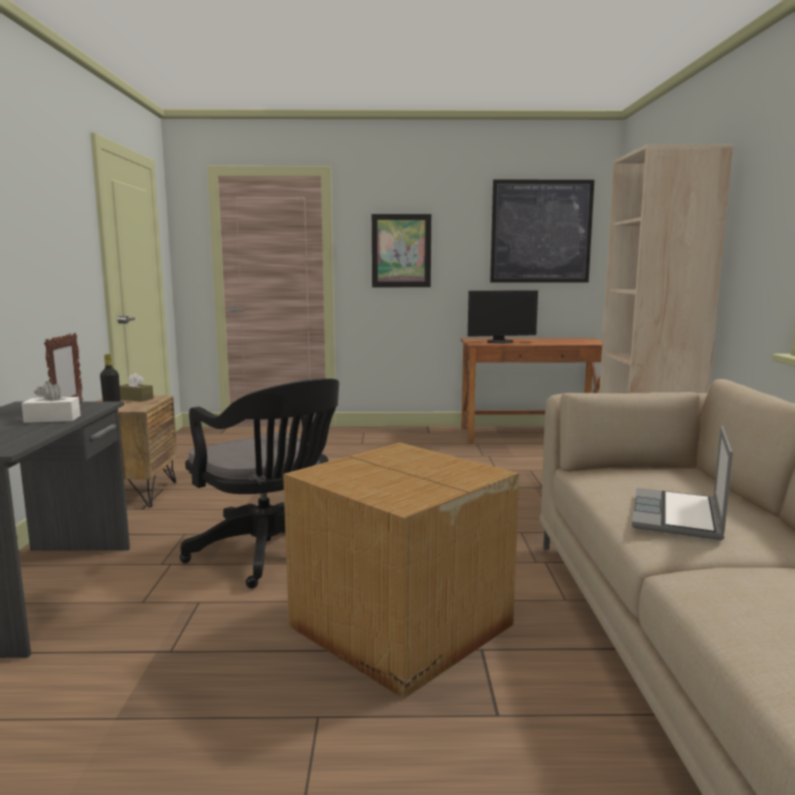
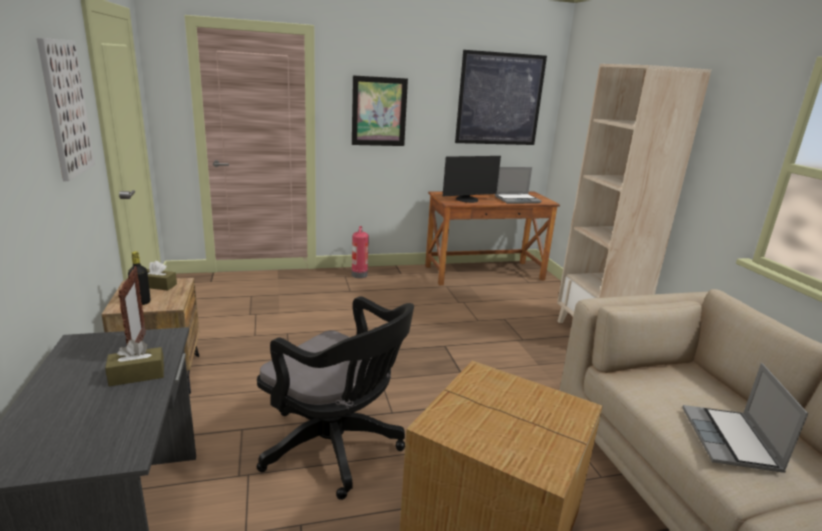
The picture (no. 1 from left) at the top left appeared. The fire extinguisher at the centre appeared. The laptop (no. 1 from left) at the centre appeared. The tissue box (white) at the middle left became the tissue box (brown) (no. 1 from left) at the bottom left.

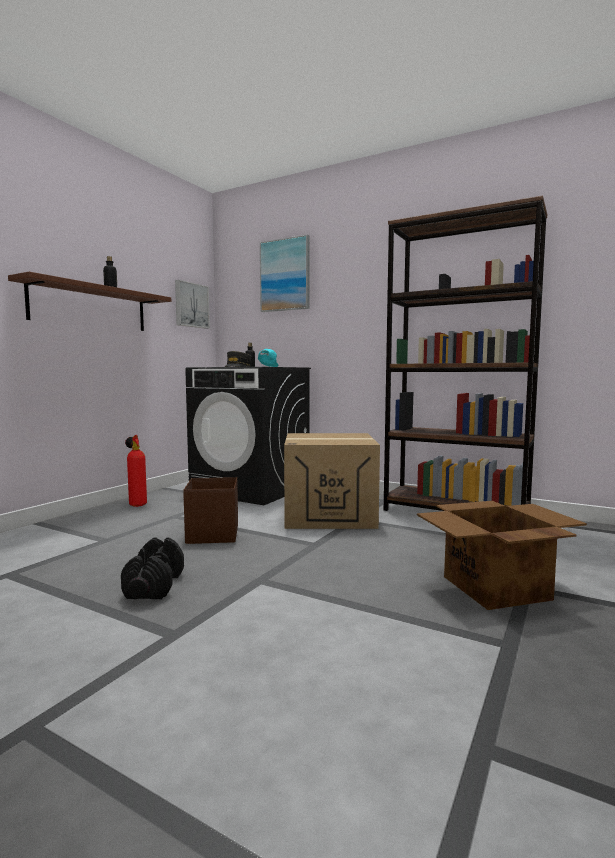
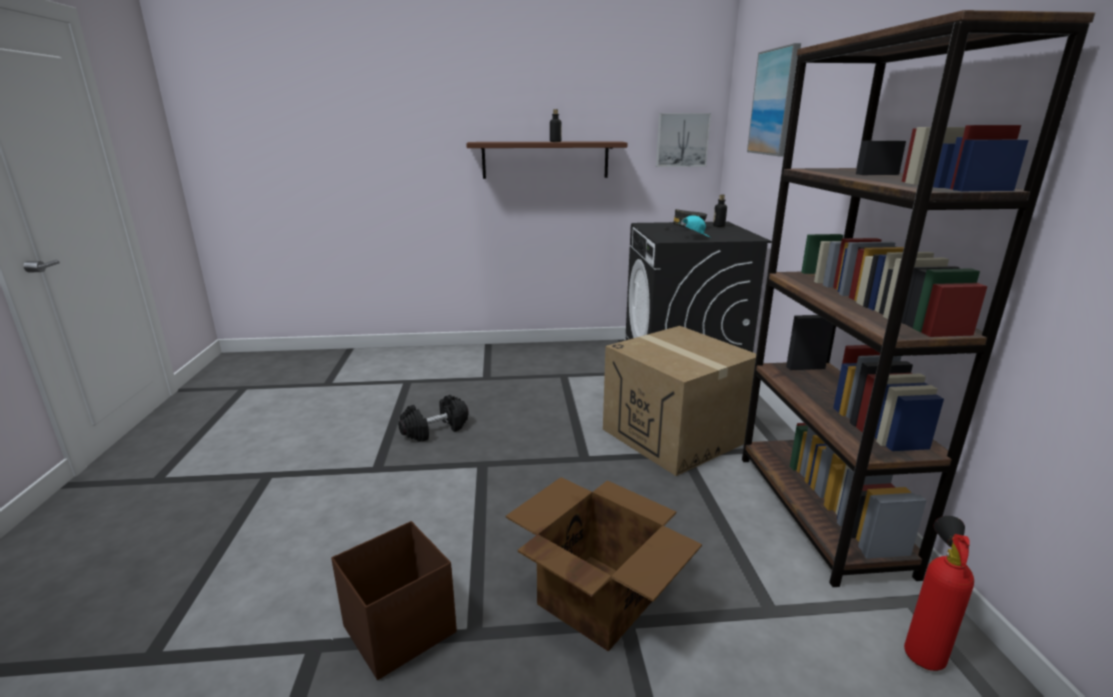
The fire extinguisher moved from the middle left to the bottom right. The storage box (brown) moved from the centre to the bottom centre.

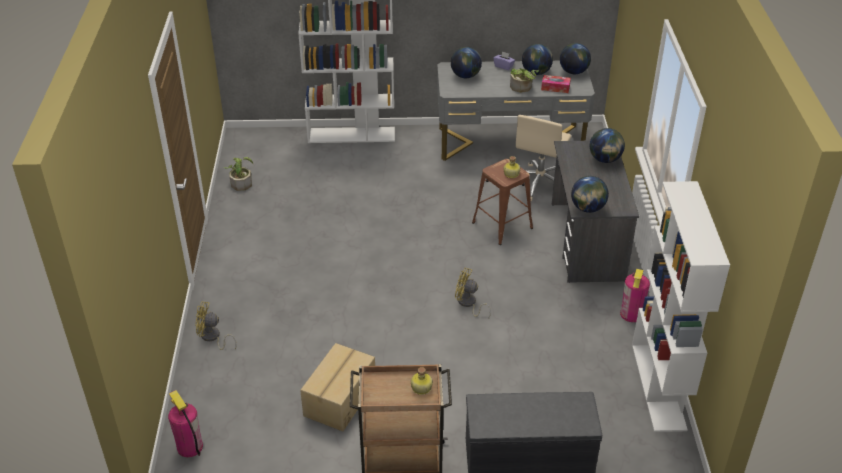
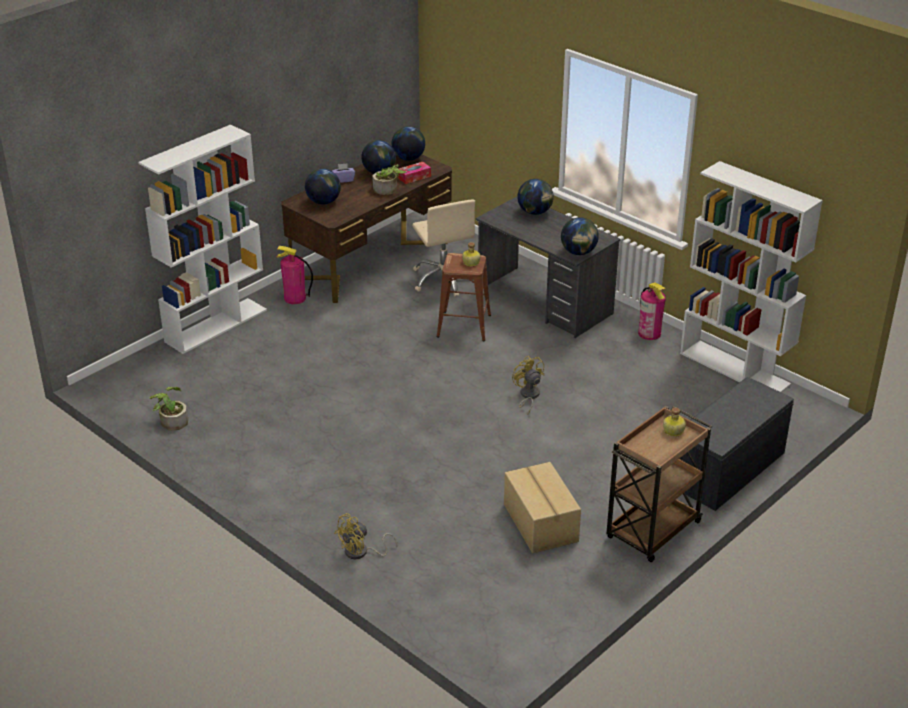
The fire extinguisher (no. 1 from left) moved from the bottom left to the middle left. The desk (grey) (no. 1 from left) at the top centre became the desk (brown) at the top centre. The fan (yellow) (no. 2 from left) at the centre turned 90 degrees clockwise.

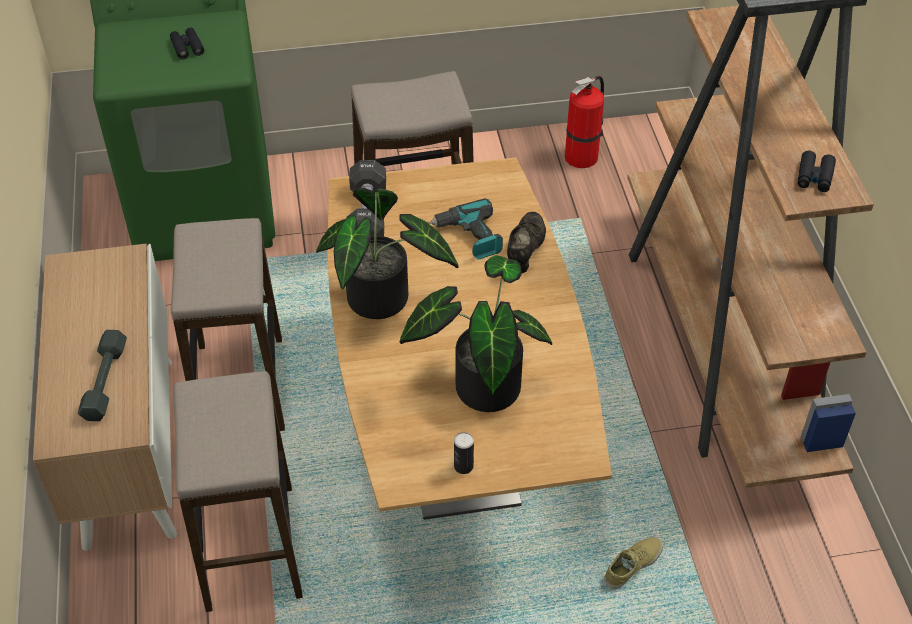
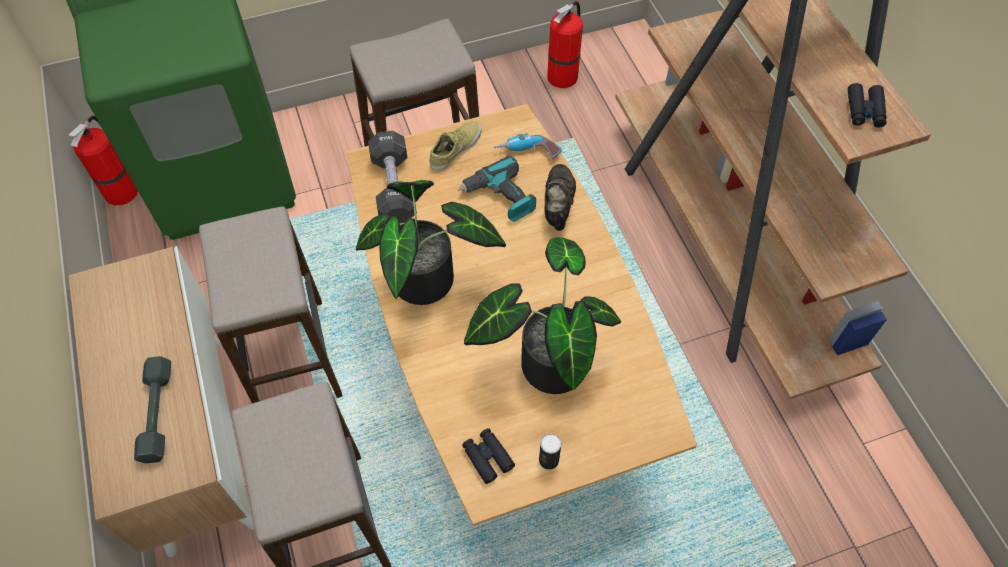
The fire extinguisher (no. 1 from left) at the top left appeared. The power drill (no. 2 from left) at the top centre appeared. The binoculars (black) (no. 1 from left) moved from the top left to the bottom centre. The shoe (beige) moved from the bottom right to the top centre.

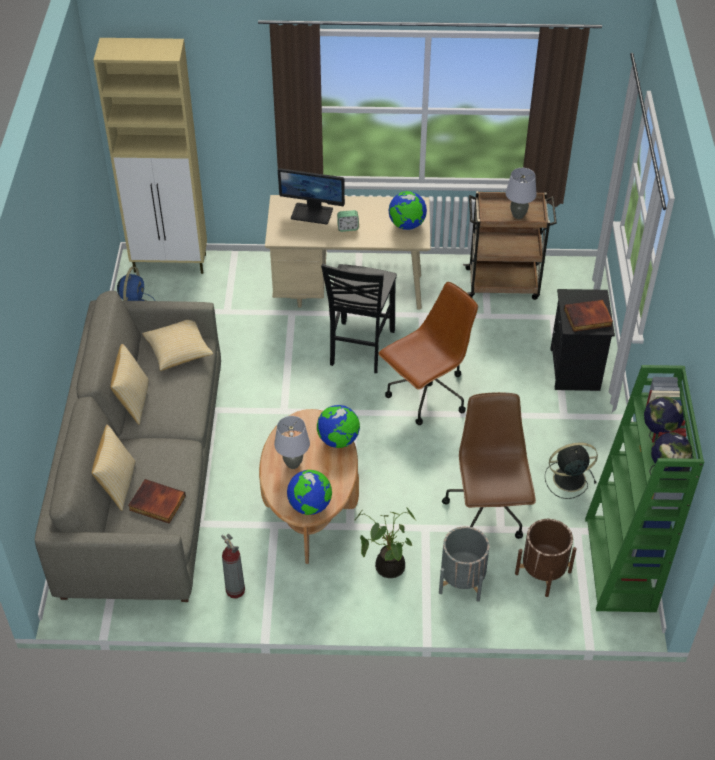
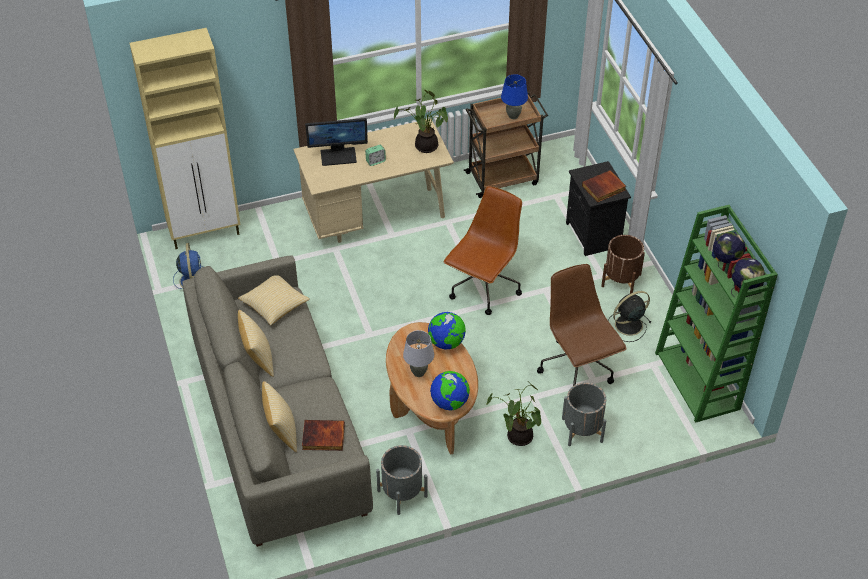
The chair (black) at the centre disappeared. The planter (brown) moved from the bottom right to the middle right. The fire extinguisher at the bottom left was replaced by the planter (grey) (no. 1 from left) at the bottom centre. The globe (no. 3 from left) at the top centre was replaced by the potted plant (no. 1 from left) at the top centre. The table lamp (grey) (no. 2 from left) at the top right became the table lamp (blue) at the top centre.

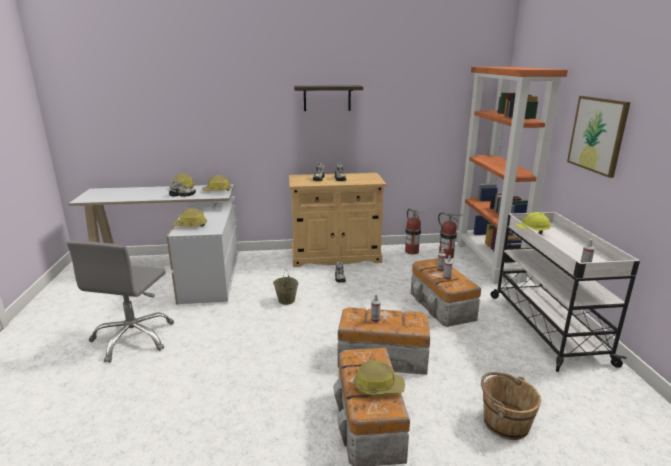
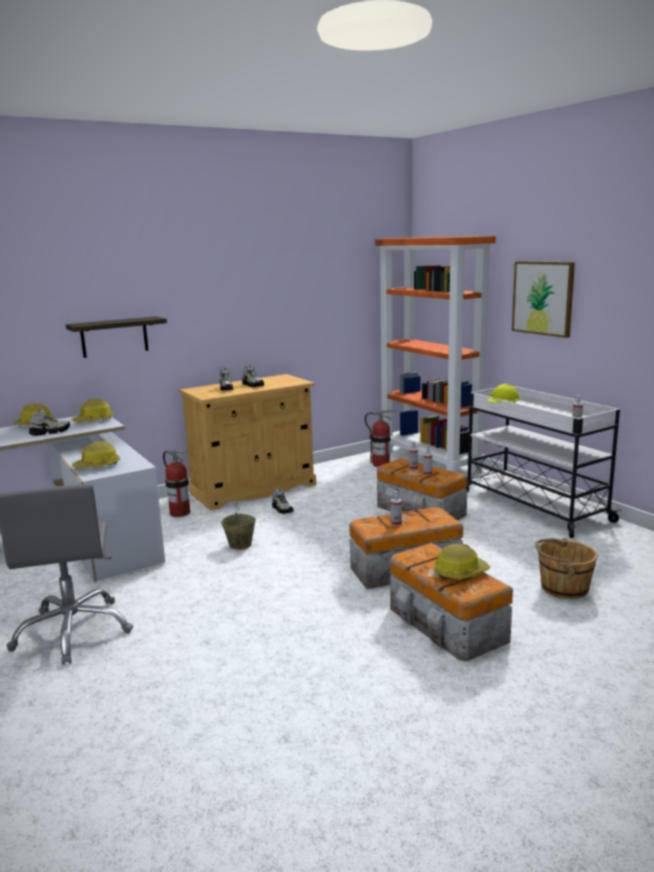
The shelf moved from the top centre to the middle left. The fire extinguisher (no. 1 from left) moved from the centre to the middle left.

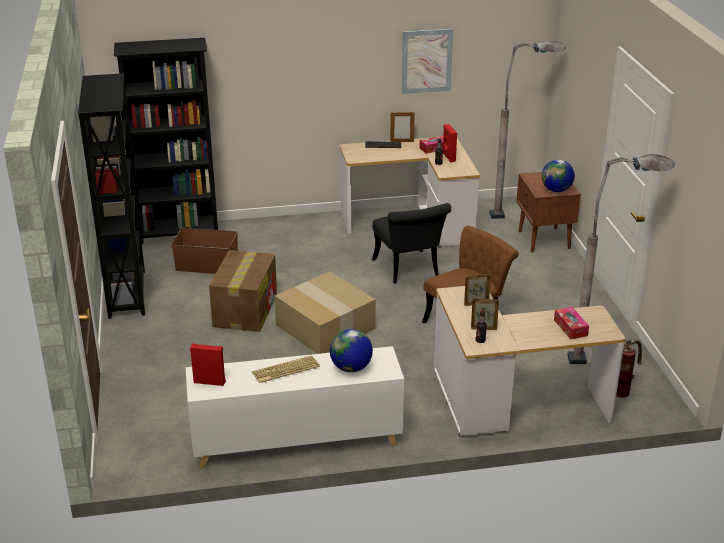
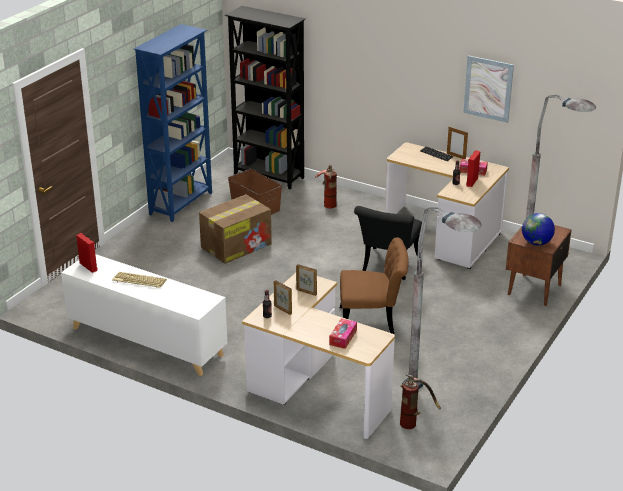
The cardboard box (no. 2 from left) at the centre disappeared. The globe (no. 1 from left) at the centre disappeared. The fire extinguisher (no. 1 from left) at the centre appeared. The bookcase (black) (no. 1 from left) at the middle left became the bookcase (blue) at the top left.

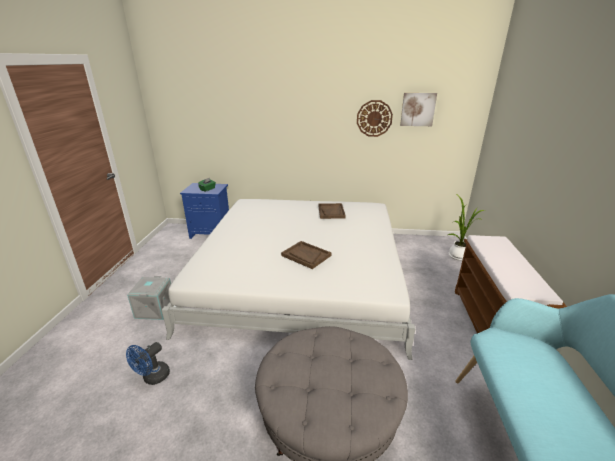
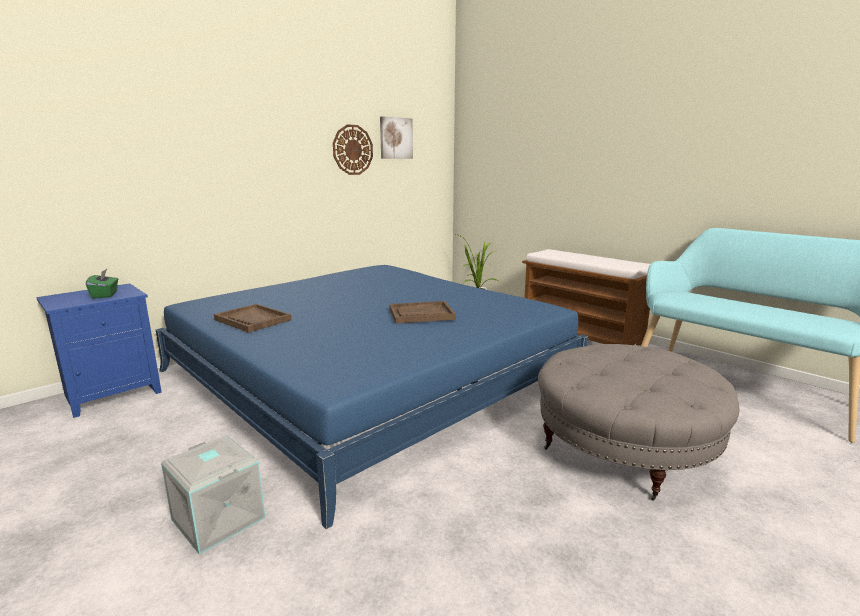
The fan (blue) at the bottom left disappeared. The tray (brown) (no. 2 from left in the first image) moved from the centre to the middle left. The bed (white) at the centre became the bed (blue) at the centre.

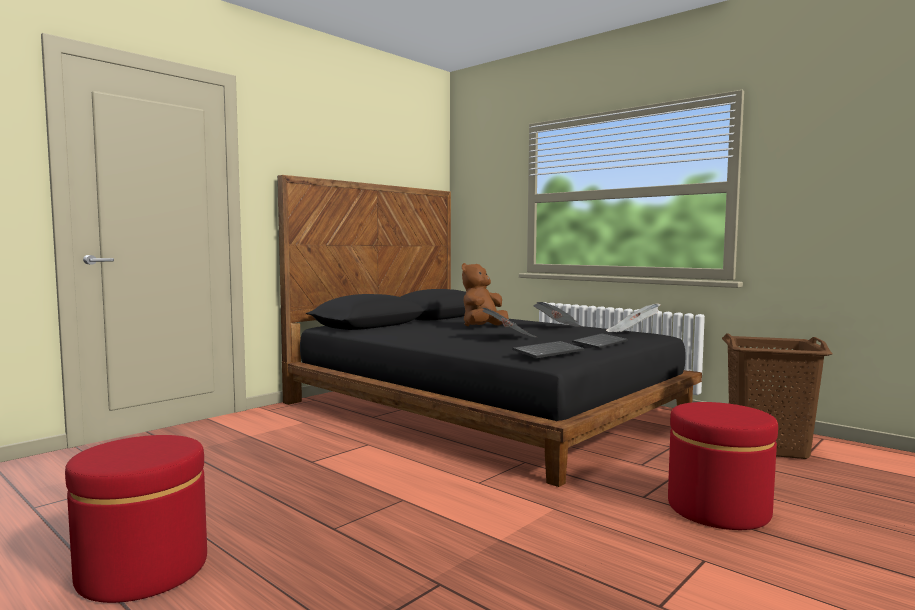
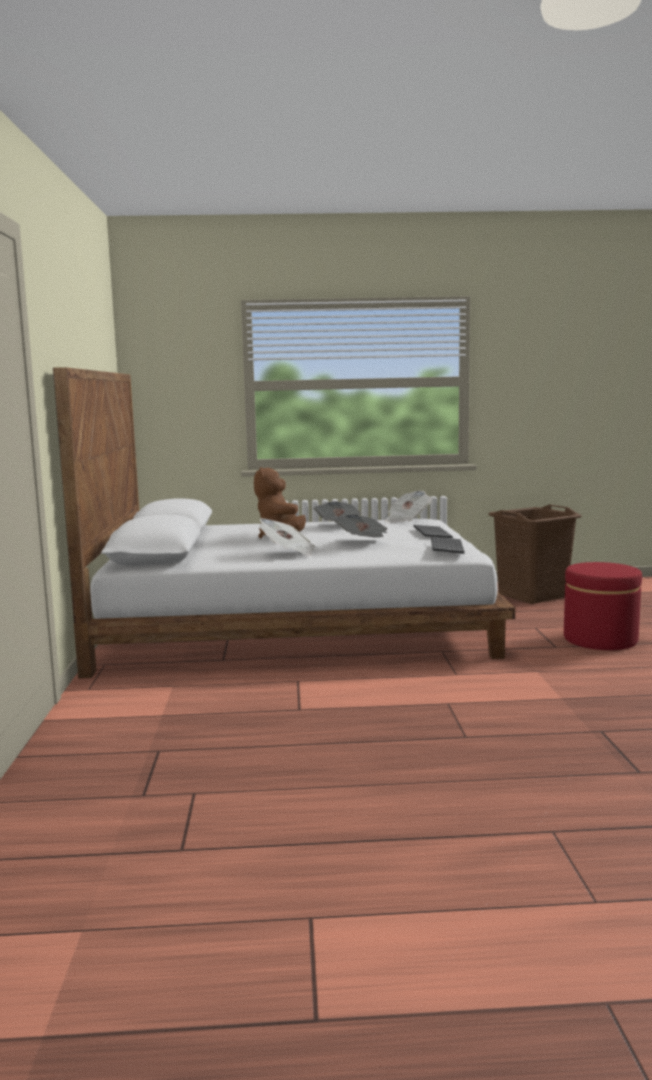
The ottoman (red) (no. 1 from left) at the bottom left disappeared. The newspaper (no. 1 from left) at the centre appeared. The bed (black) at the centre became the bed (white) at the centre.

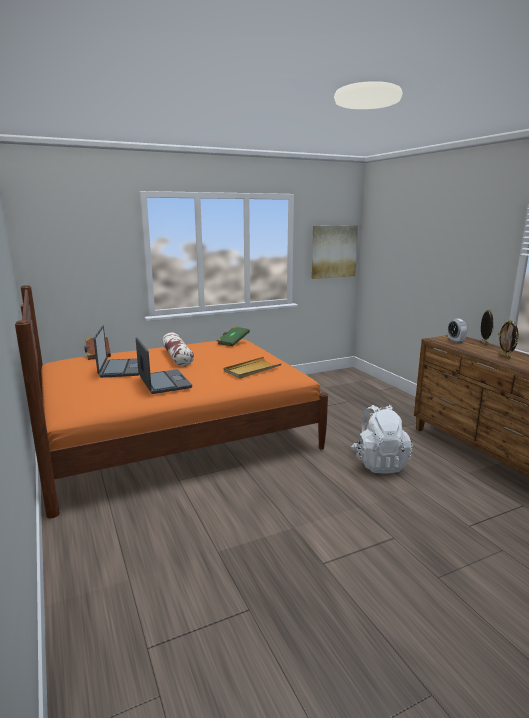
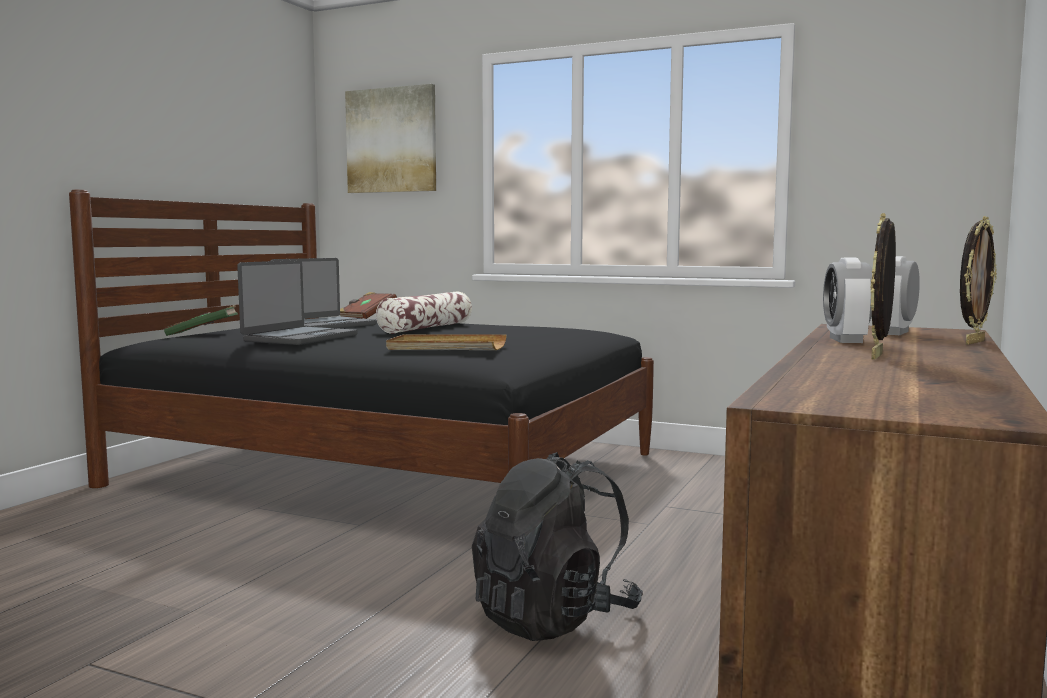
The alarm clock (no. 1 from left) at the middle right appeared. The book (green) moved from the centre to the middle left. The picture moved from the centre to the top centre. The bed (orange) at the middle left became the bed (black) at the centre. The backpack (white) at the middle right became the backpack (black) at the bottom centre.

